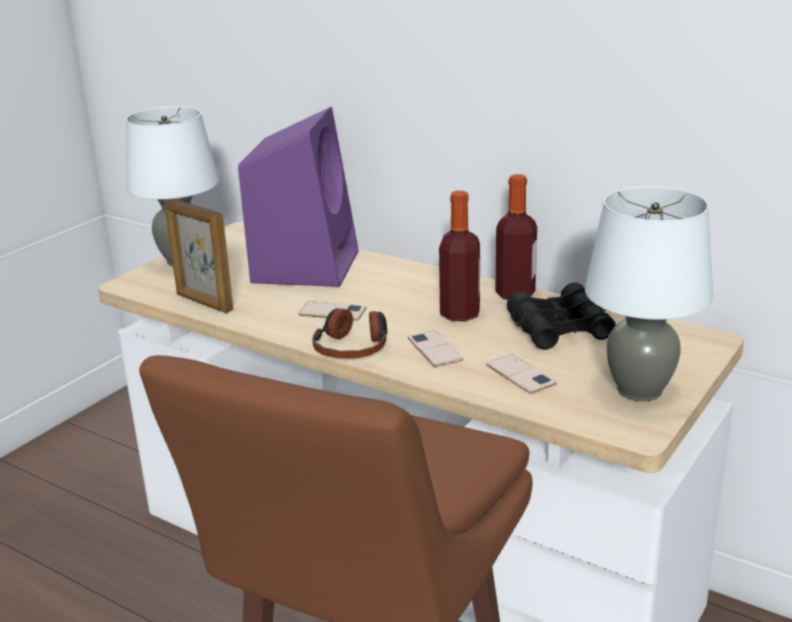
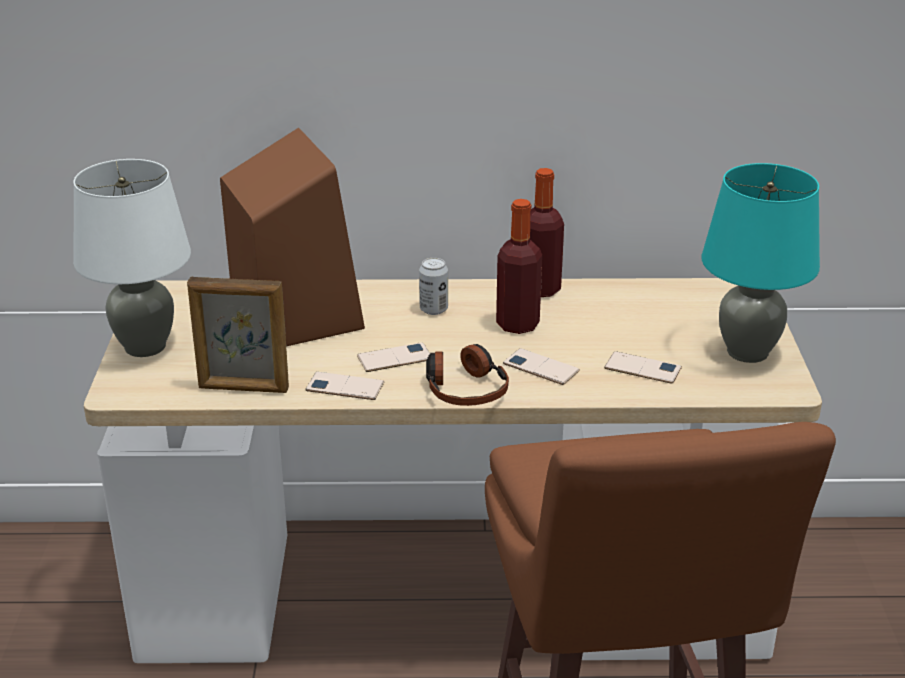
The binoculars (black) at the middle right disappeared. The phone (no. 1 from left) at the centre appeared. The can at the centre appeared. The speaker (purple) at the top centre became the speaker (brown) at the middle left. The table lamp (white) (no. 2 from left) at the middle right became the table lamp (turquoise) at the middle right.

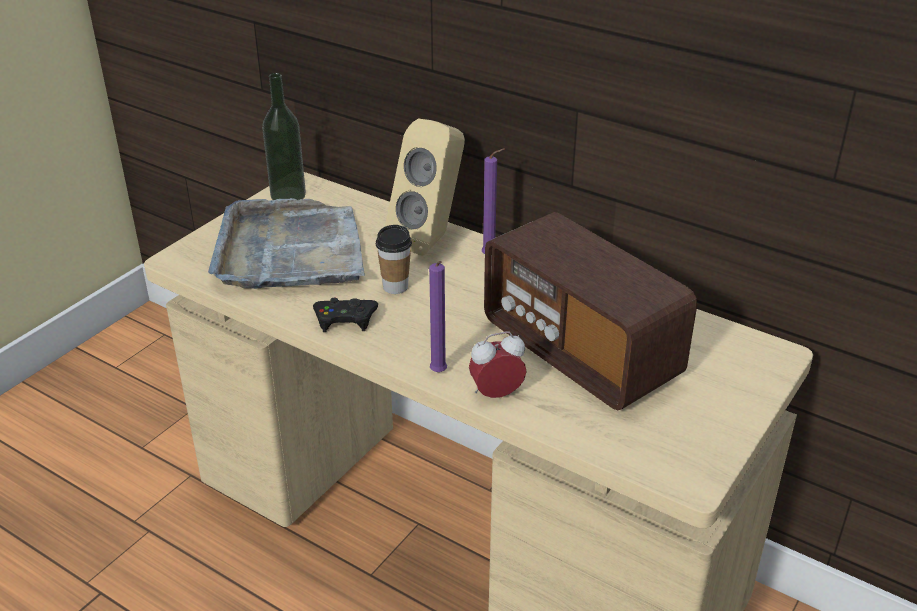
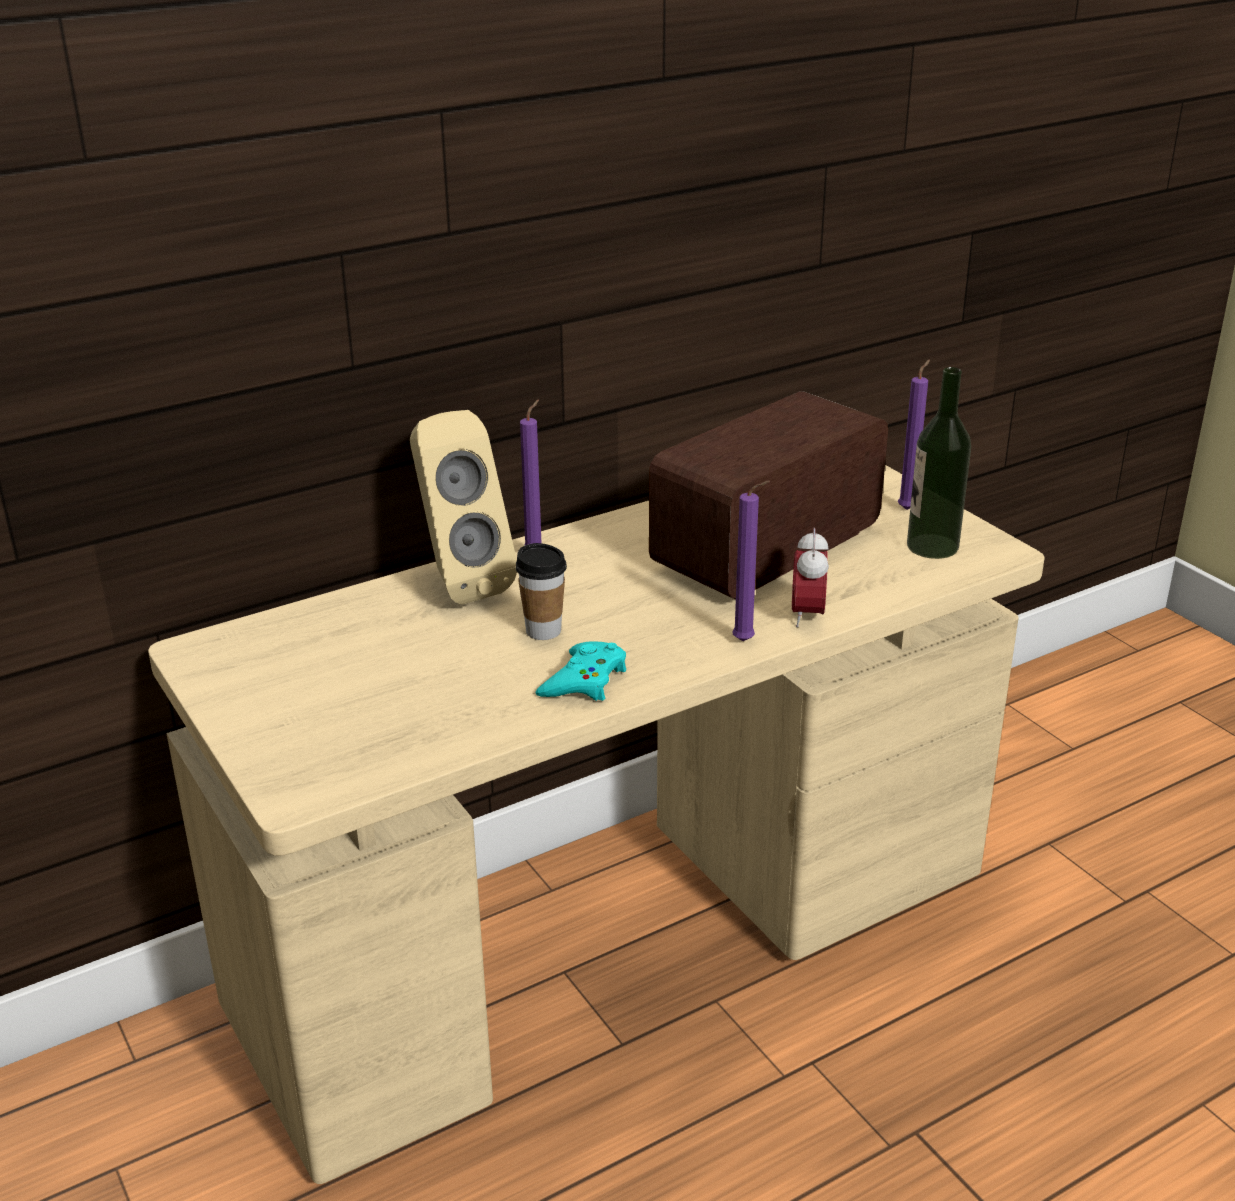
The tray (grey) at the middle left disappeared. The candle (purple) (no. 3 from left) at the middle right appeared. The bottle moved from the top left to the middle right. The game controller (black) at the centre became the game controller (turquoise) at the centre. The radio at the centre turned 150 degrees clockwise.

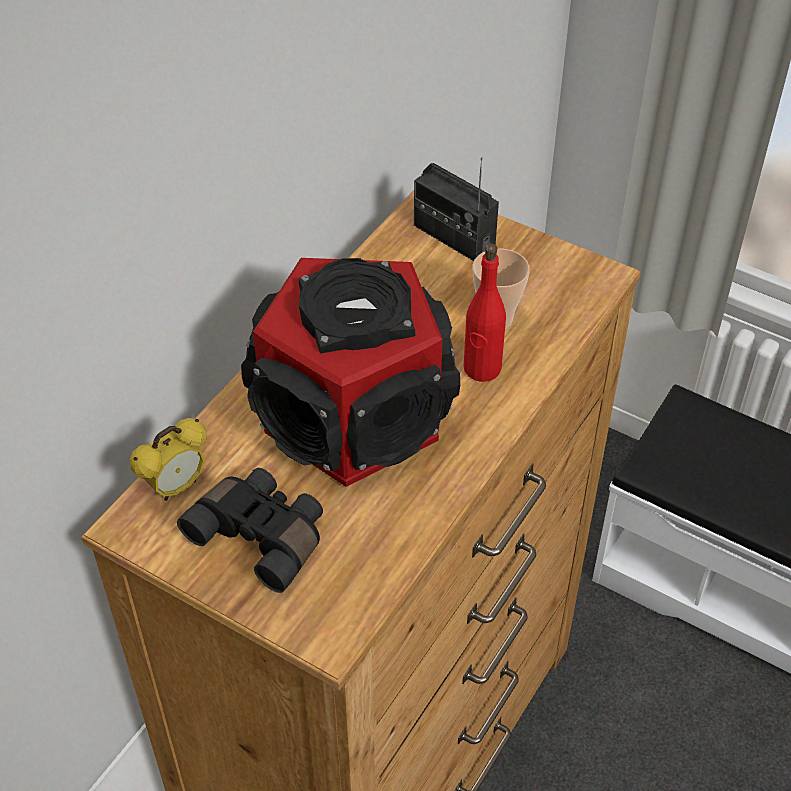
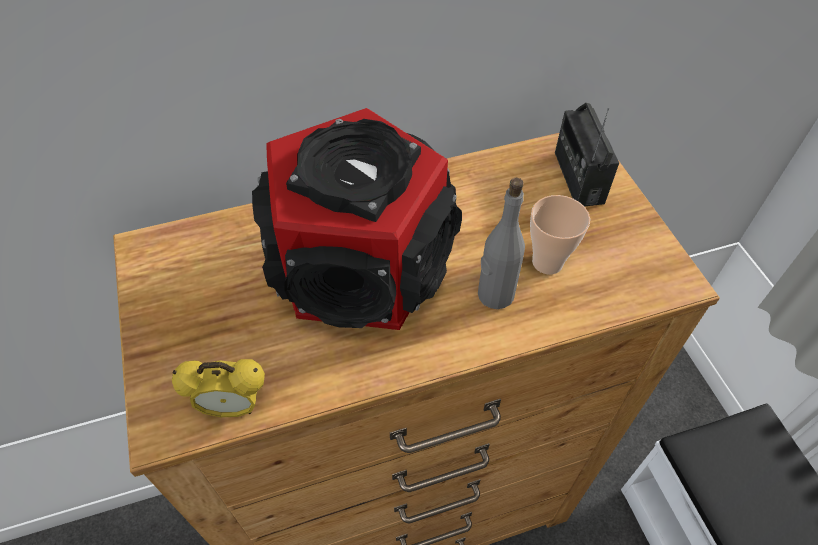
The binoculars (black) at the bottom left disappeared. The alarm clock moved from the middle left to the bottom left. The bottle (red) at the centre became the bottle (grey) at the centre.

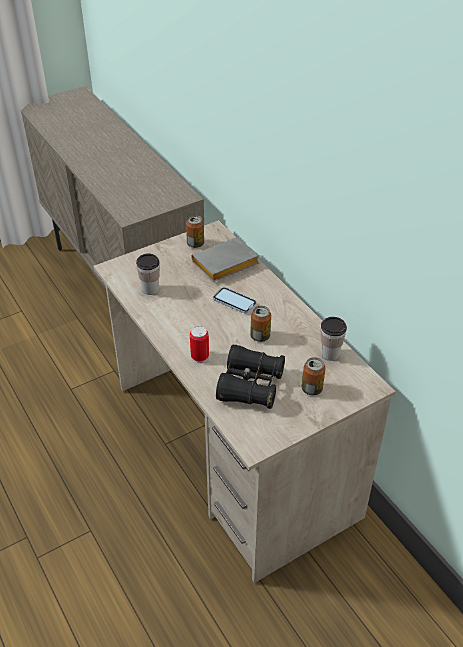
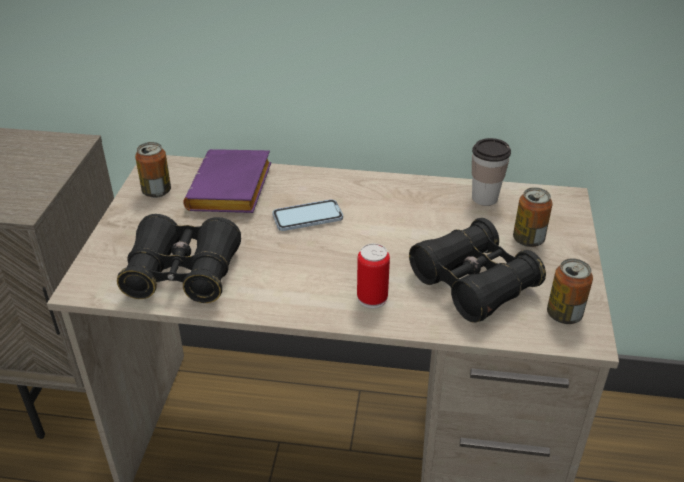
The can (no. 3 from left in the first image) moved from the centre to the middle right. The cup (no. 1 from left) at the middle left was replaced by the binoculars (black) (no. 1 from left) at the middle left. The book (grey) at the centre became the book (purple) at the middle left.

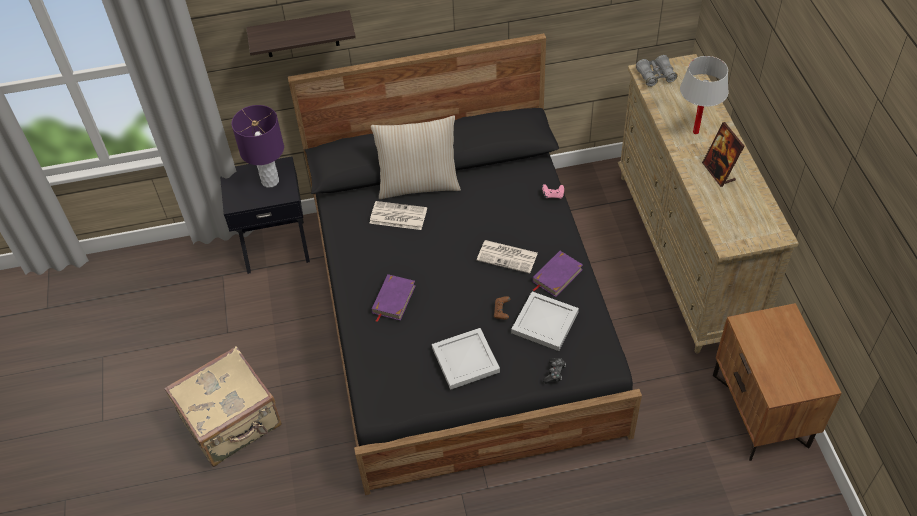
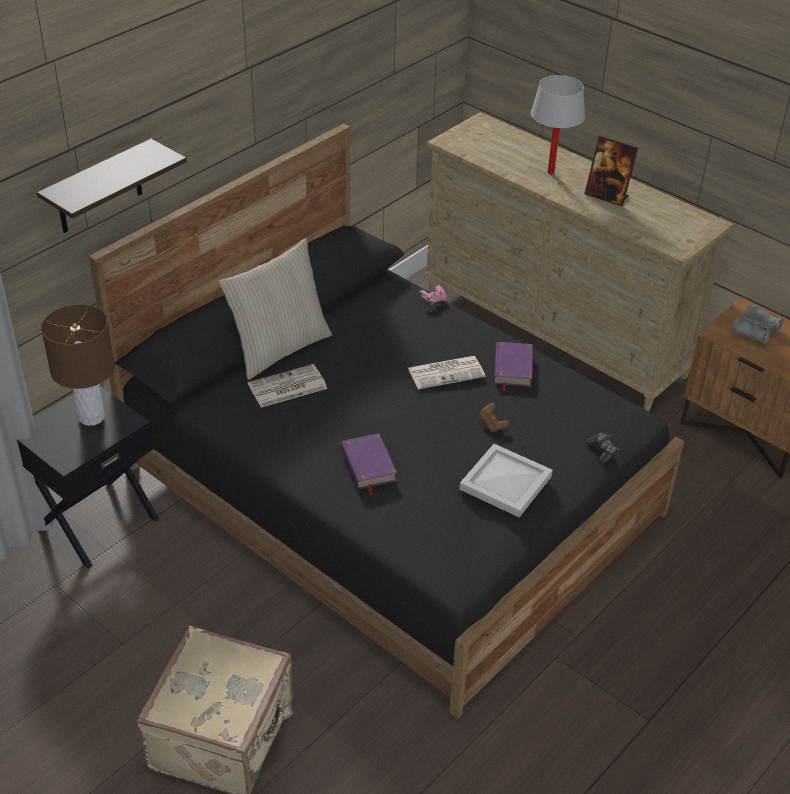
The tray (white) (no. 2 from left) at the centre disappeared. The binoculars (grey) moved from the top right to the middle right. The table lamp (purple) at the top left became the table lamp (brown) at the middle left.

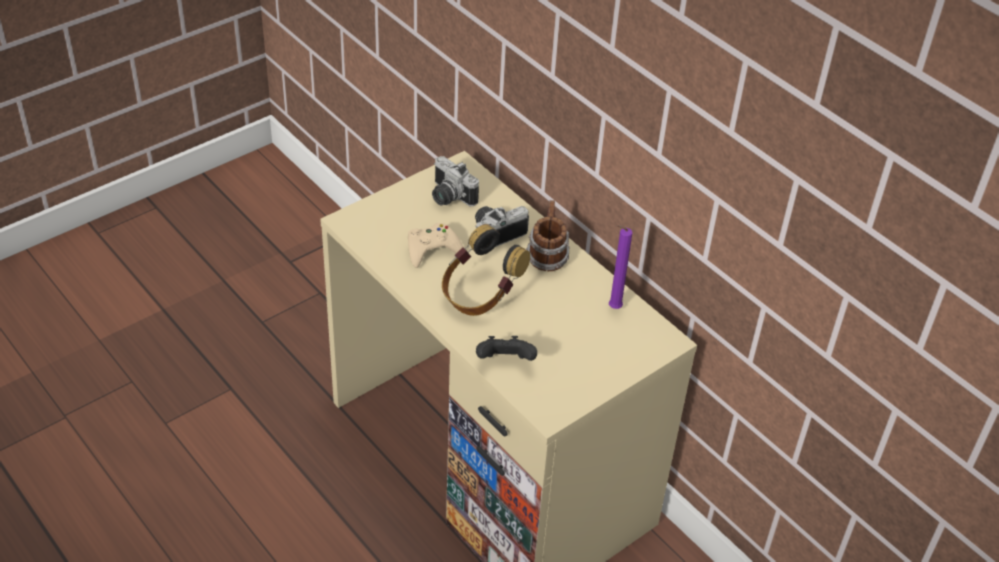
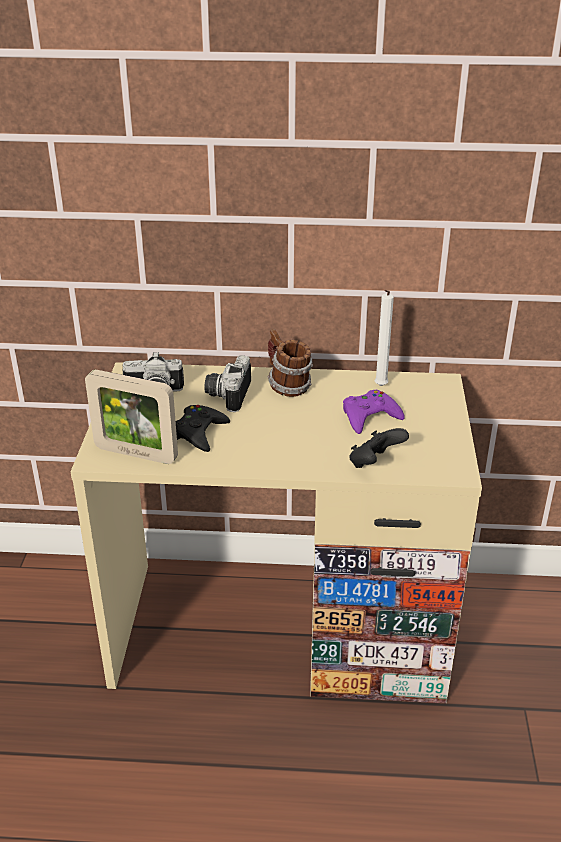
The headphones at the centre disappeared. The picture frame at the middle left appeared. The game controller (purple) at the middle right appeared. The game controller (beige) at the centre became the game controller (black) (no. 1 from left) at the centre. The candle (purple) at the centre became the candle (white) at the middle right.

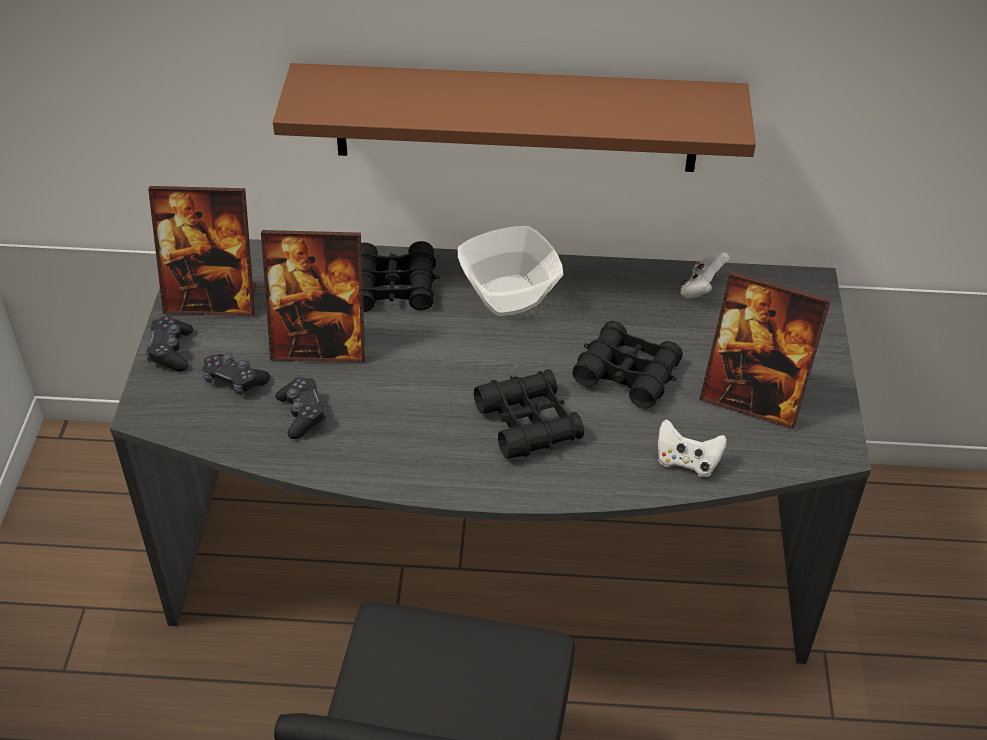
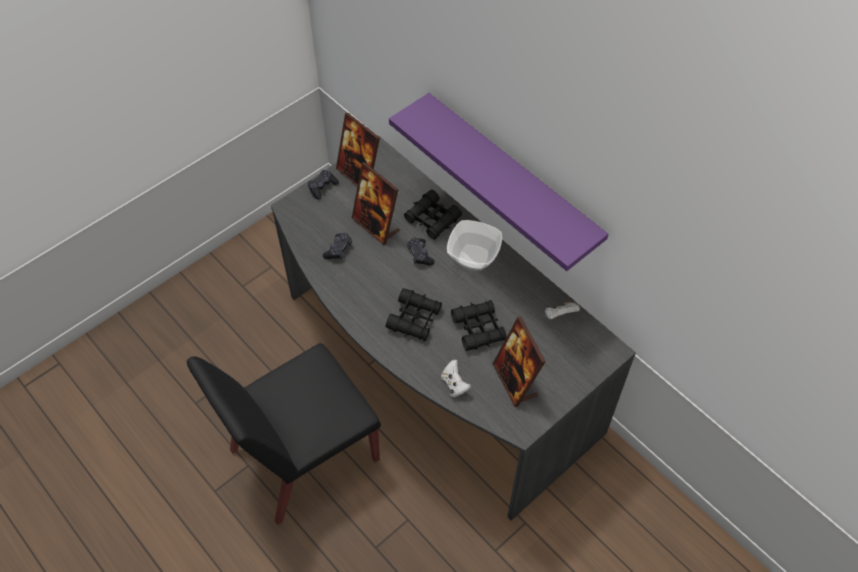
The game controller (black) (no. 2 from left in the first image) moved from the middle left to the centre. The shelf (brown) at the top centre became the shelf (purple) at the top centre.

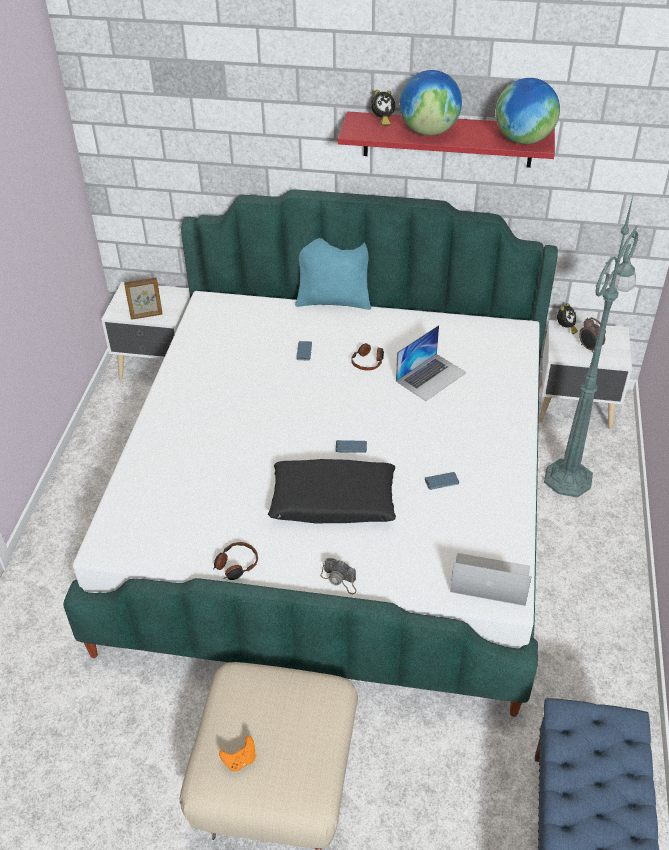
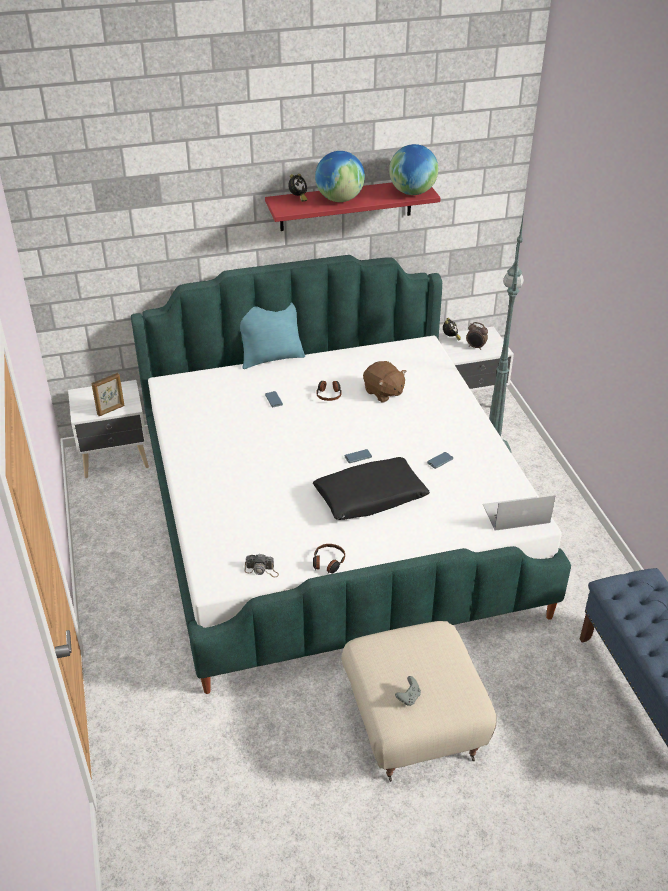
The photo camera moved from the bottom centre to the centre. The laptop (no. 1 from left) at the centre was replaced by the plush toy (brown) at the centre. The game controller (orange) at the bottom centre became the game controller (grey) at the bottom centre.

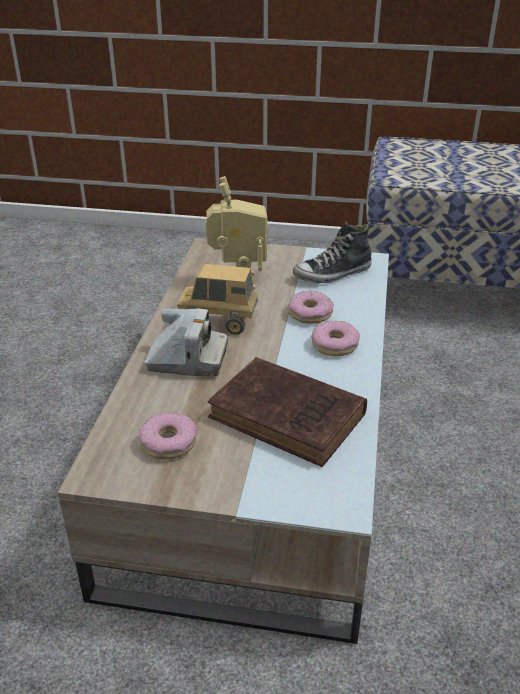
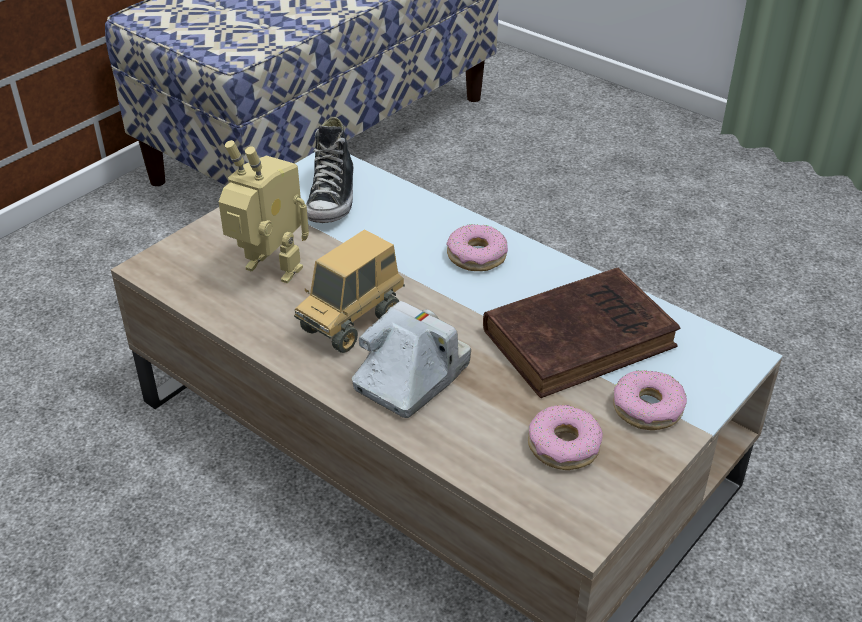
The donut (no. 2 from left in the first image) moved from the centre to the middle right.

